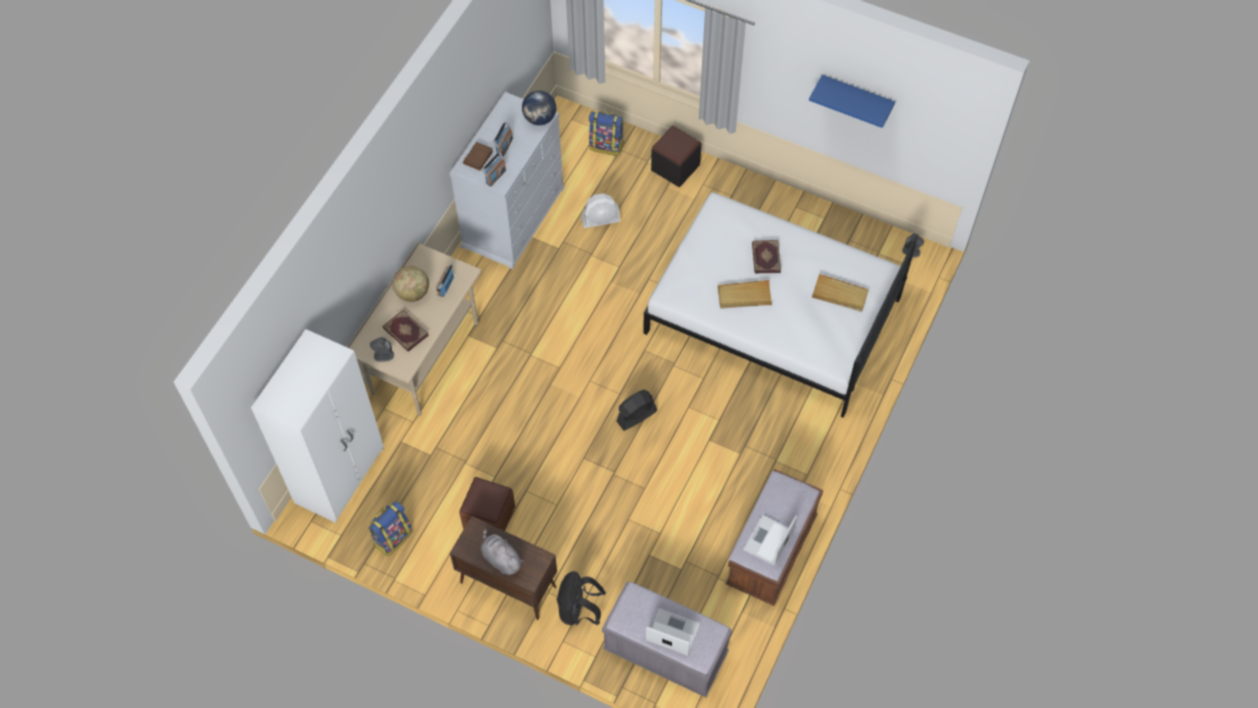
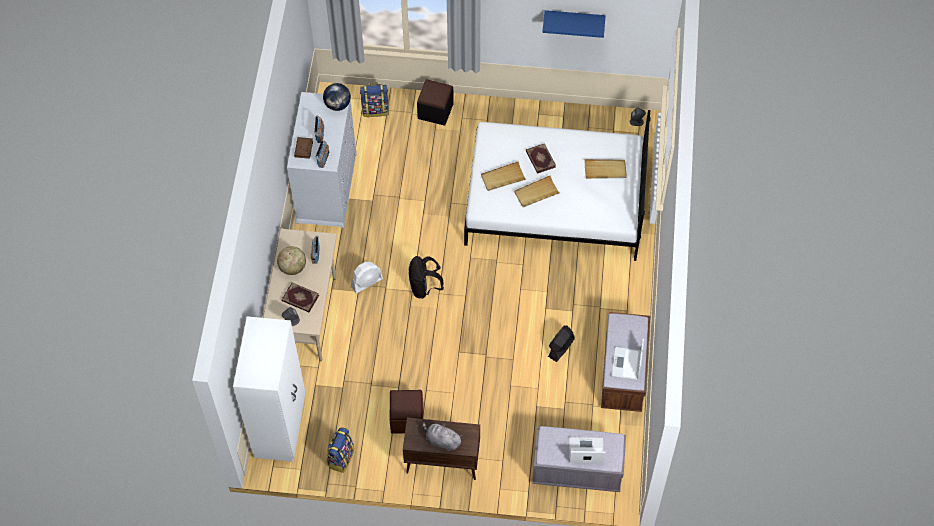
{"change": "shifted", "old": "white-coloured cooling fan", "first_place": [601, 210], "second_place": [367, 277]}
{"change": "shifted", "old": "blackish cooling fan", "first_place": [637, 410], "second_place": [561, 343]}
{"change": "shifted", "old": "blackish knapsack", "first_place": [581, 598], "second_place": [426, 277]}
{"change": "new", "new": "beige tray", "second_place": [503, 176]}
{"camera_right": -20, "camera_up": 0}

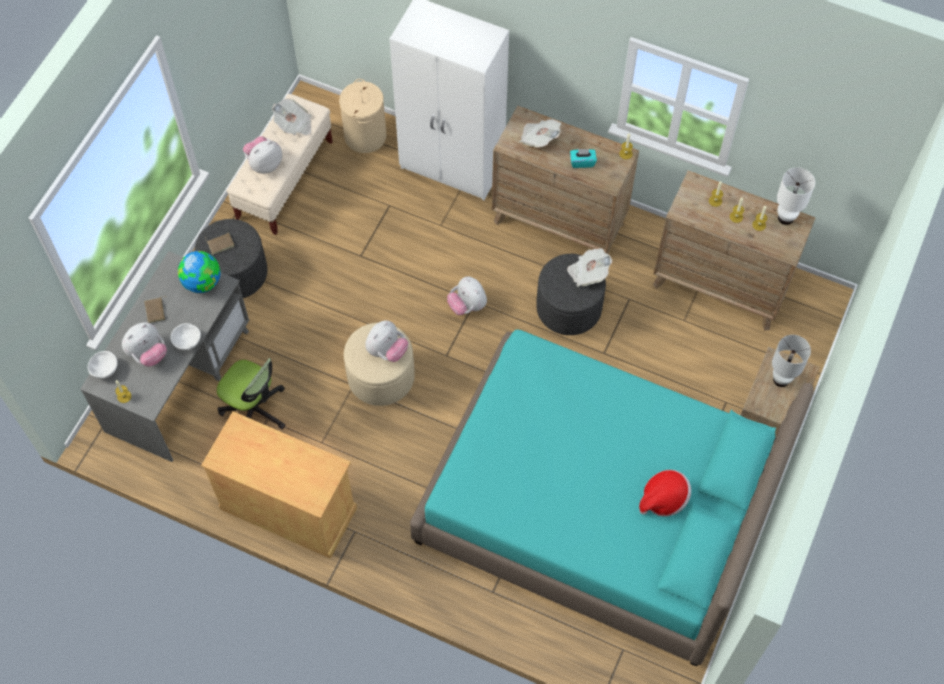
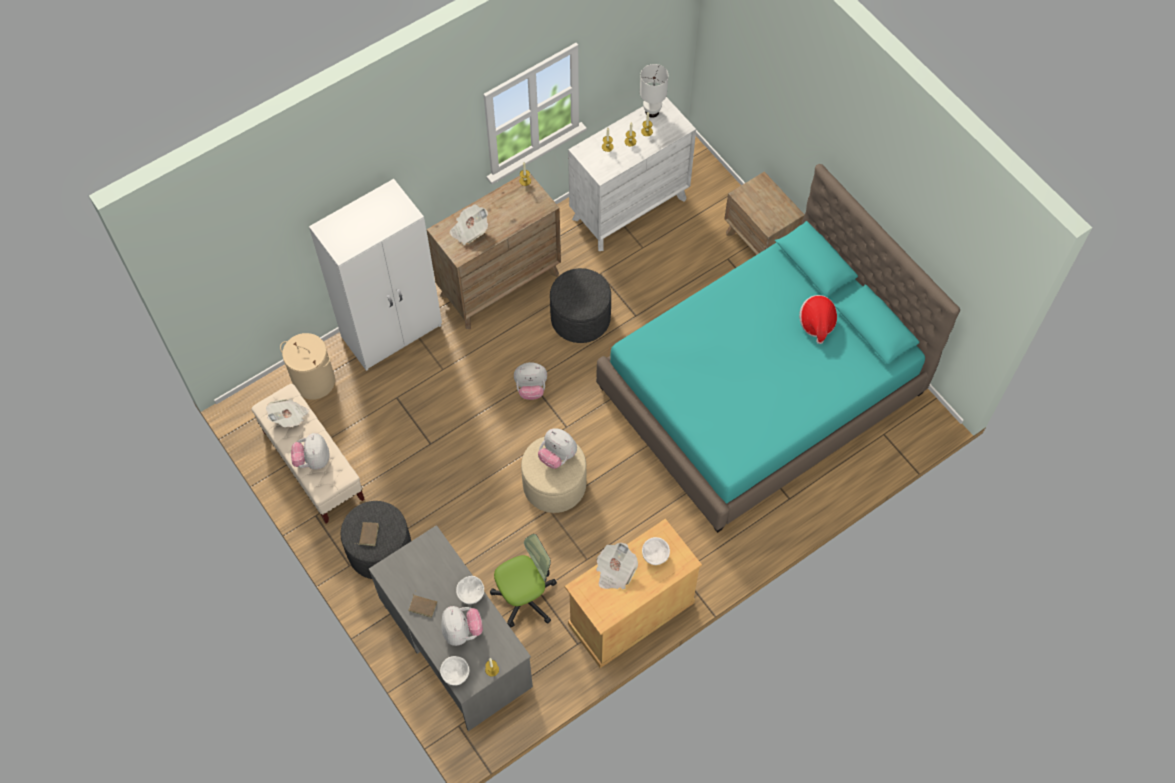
{"change": "gone", "old": "turquoise box of tissues", "first_place": [583, 158]}
{"change": "repainted", "old": "brownish chest of drawers", "new": "white-coloured chest of drawers", "first_place": [734, 250], "second_place": [632, 174]}
{"change": "shifted", "old": "printed paper", "first_place": [589, 267], "second_place": [617, 566]}
{"change": "gone", "old": "desk globe", "first_place": [199, 272]}
{"change": "rotated", "old": "plush toy", "first_place": [386, 341], "second_place": [557, 448], "degrees": 150}
{"change": "gone", "old": "white-coloured table lamp", "first_place": [791, 361]}
{"change": "new", "new": "white-coloured serving bowl", "second_place": [656, 551]}
{"camera_right": -60, "camera_up": 0}

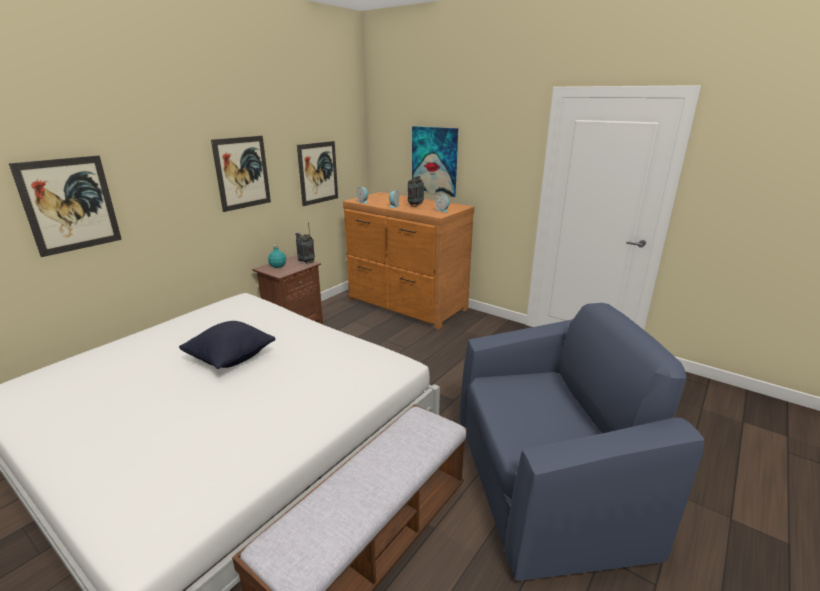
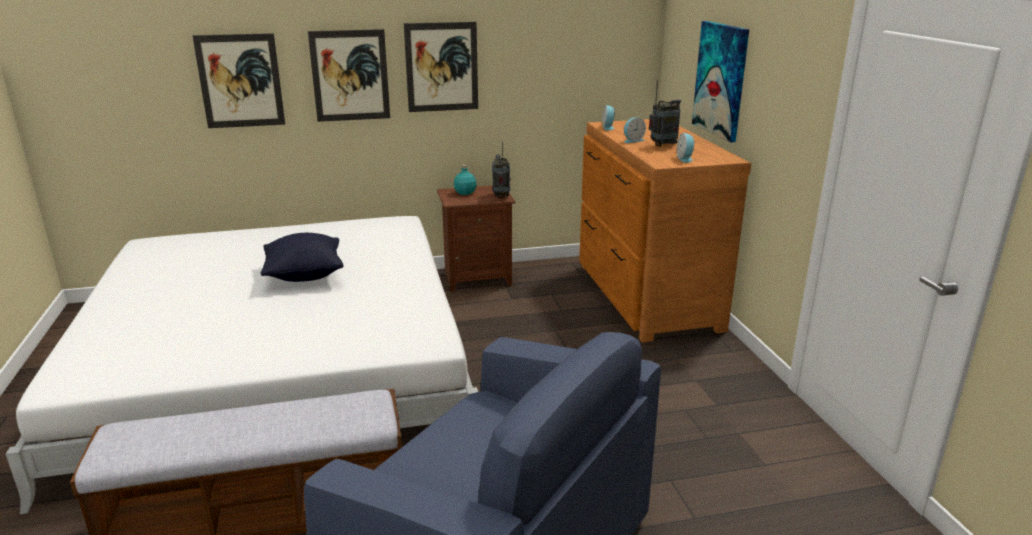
{"change": "shifted", "old": "wall picture", "first_place": [317, 173], "second_place": [349, 75]}
{"camera_right": 40, "camera_up": 0}

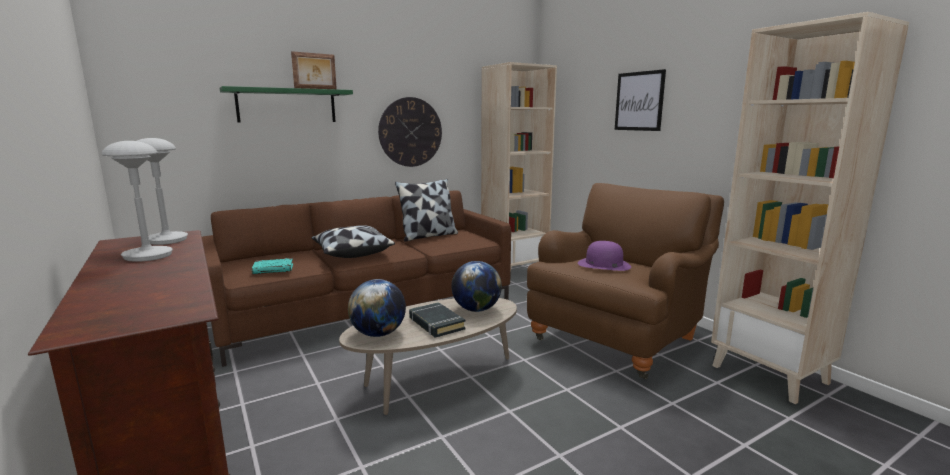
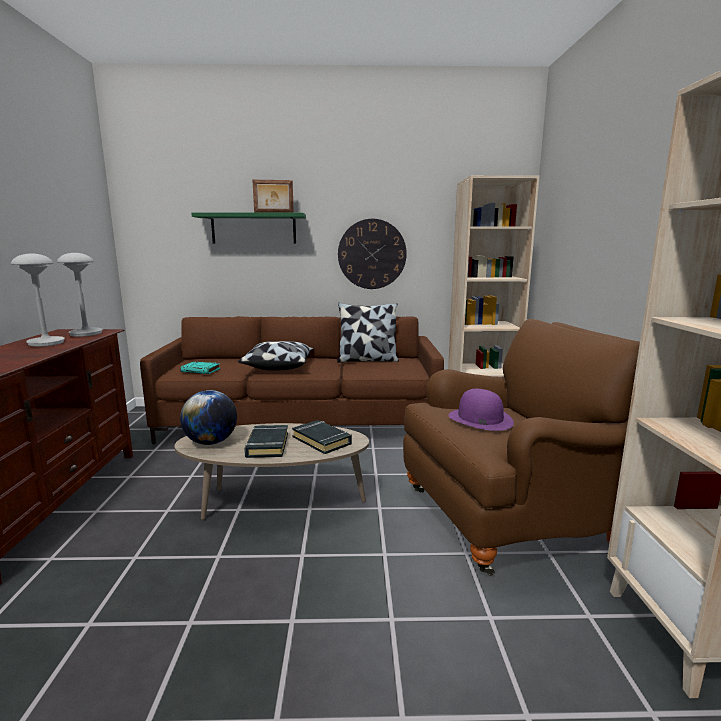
{"change": "gone", "old": "wall picture", "first_place": [640, 100]}
{"change": "swapped", "old": "desk globe", "new": "blackish book", "first_place": [476, 286], "second_place": [322, 437]}
{"camera_right": 30, "camera_up": 0}

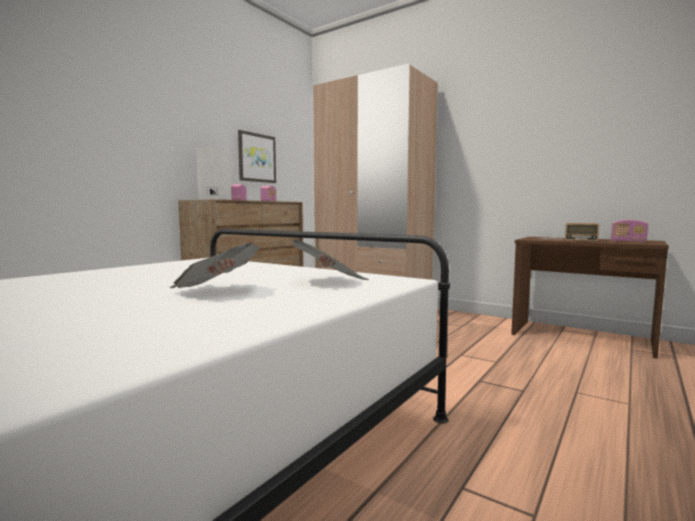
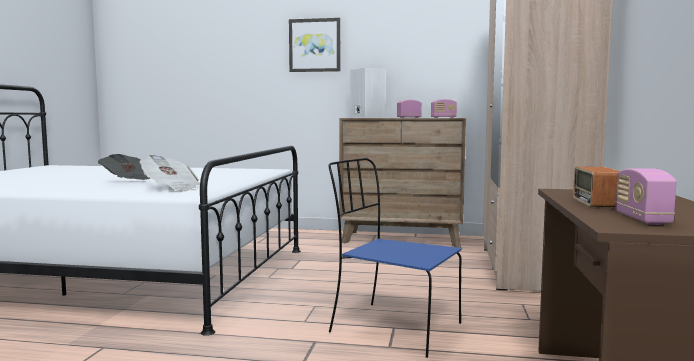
{"change": "shifted", "old": "wall picture", "first_place": [257, 156], "second_place": [314, 45]}
{"change": "new", "new": "blue chair", "second_place": [395, 258]}
{"camera_right": 65, "camera_up": 0}

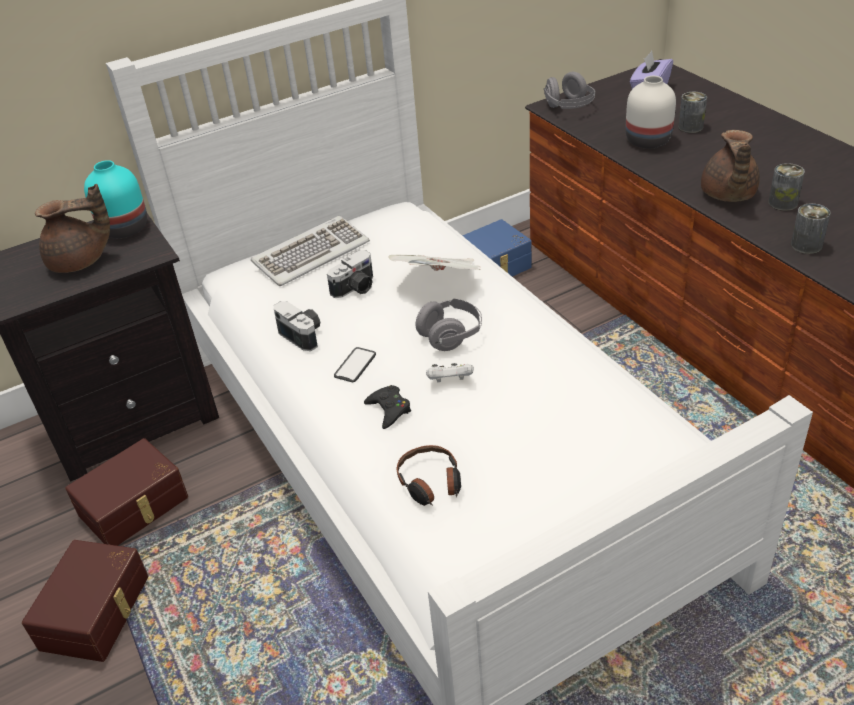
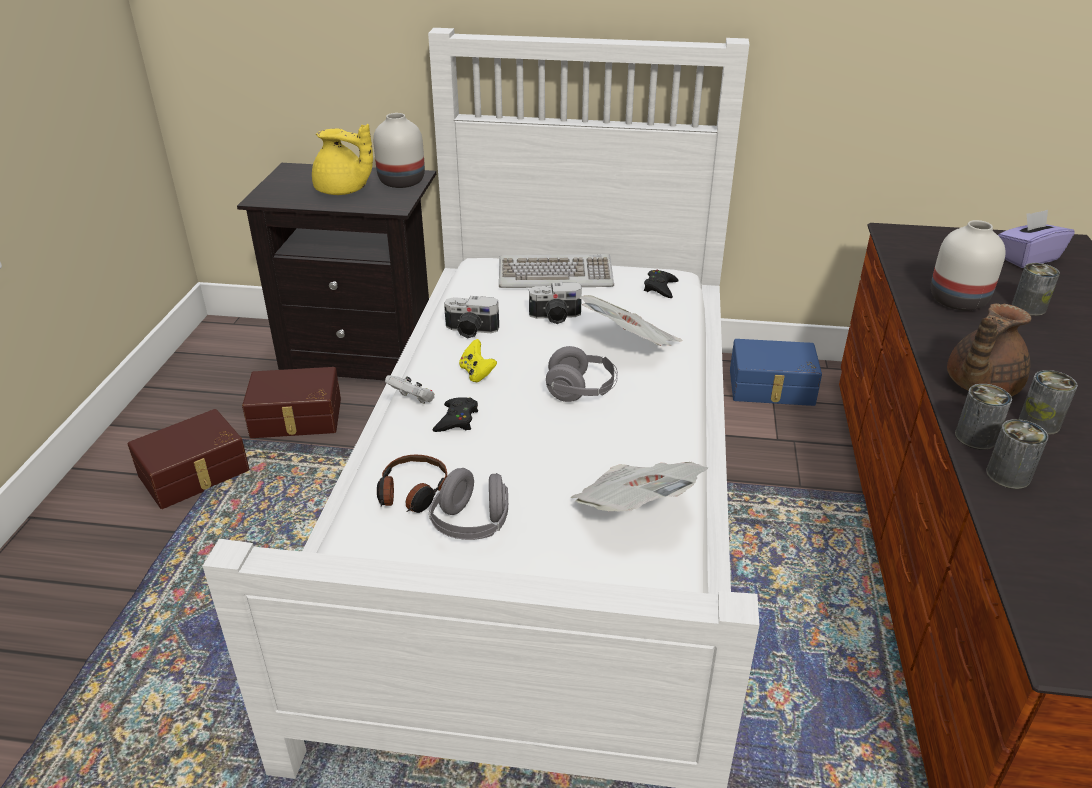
{"change": "shifted", "old": "grey headset", "first_place": [569, 90], "second_place": [468, 504]}
{"change": "repainted", "old": "turquoise vase", "new": "white-coloured vase", "first_place": [115, 199], "second_place": [399, 150]}
{"change": "repainted", "old": "brownish teapot", "new": "yellow-coloured teapot", "first_place": [72, 228], "second_place": [342, 159]}
{"change": "rotated", "old": "still camera", "first_place": [297, 326], "second_place": [471, 317], "degrees": 105}
{"change": "swapped", "old": "phone", "new": "yellow-coloured gamepad", "first_place": [355, 364], "second_place": [478, 360]}
{"change": "shifted", "old": "white-coloured gamepad", "first_place": [450, 372], "second_place": [410, 389]}
{"change": "new", "new": "blackish gamepad", "second_place": [661, 284]}
{"change": "new", "new": "metal can", "second_place": [983, 417]}
{"change": "new", "new": "printed paper", "second_place": [639, 486]}
{"camera_right": 35, "camera_up": -5}

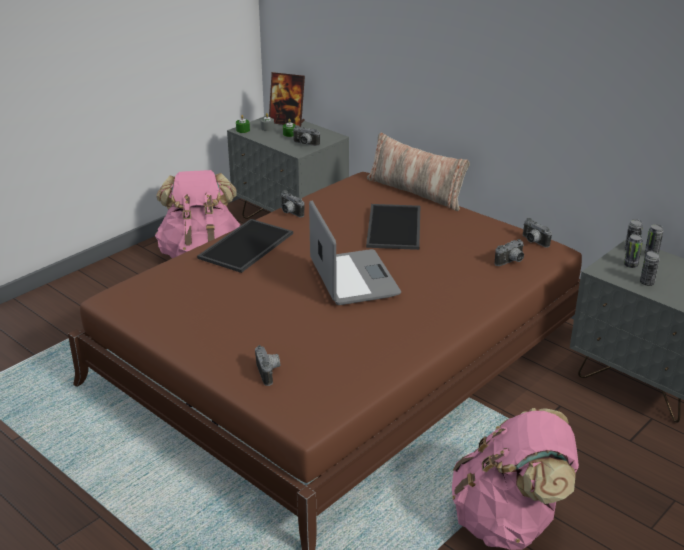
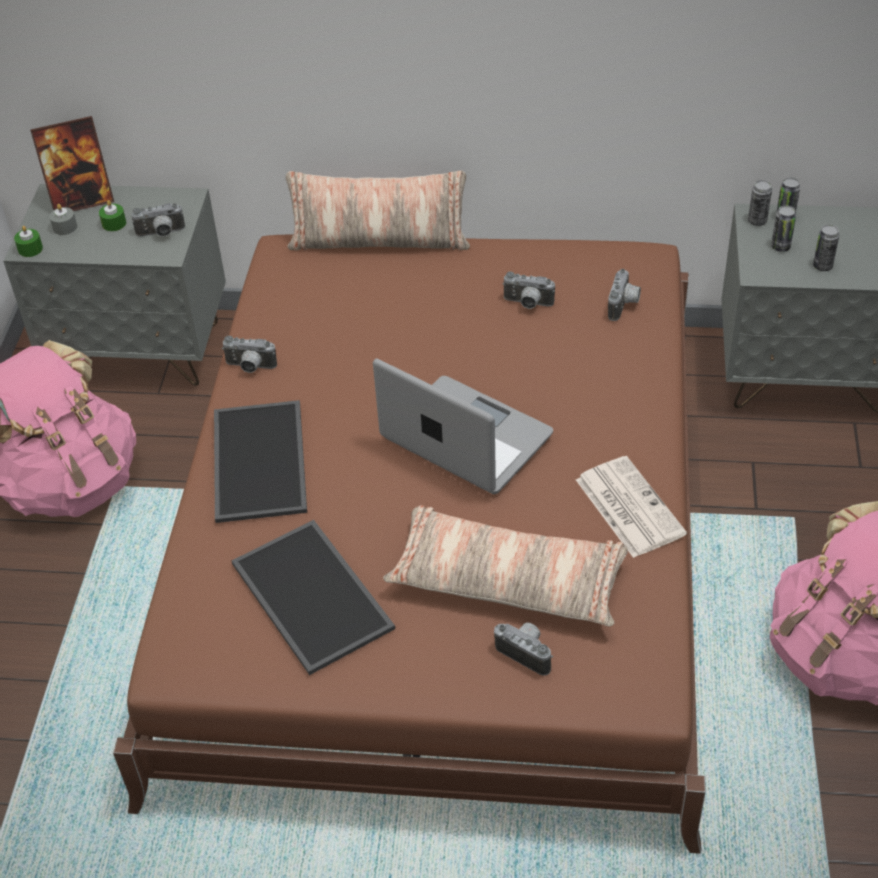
{"change": "shifted", "old": "tray", "first_place": [393, 227], "second_place": [313, 597]}
{"change": "shifted", "old": "still camera", "first_place": [537, 233], "second_place": [528, 290]}
{"change": "new", "new": "printed paper", "second_place": [631, 507]}
{"change": "new", "new": "cushion", "second_place": [505, 565]}
{"camera_right": -35, "camera_up": 15}

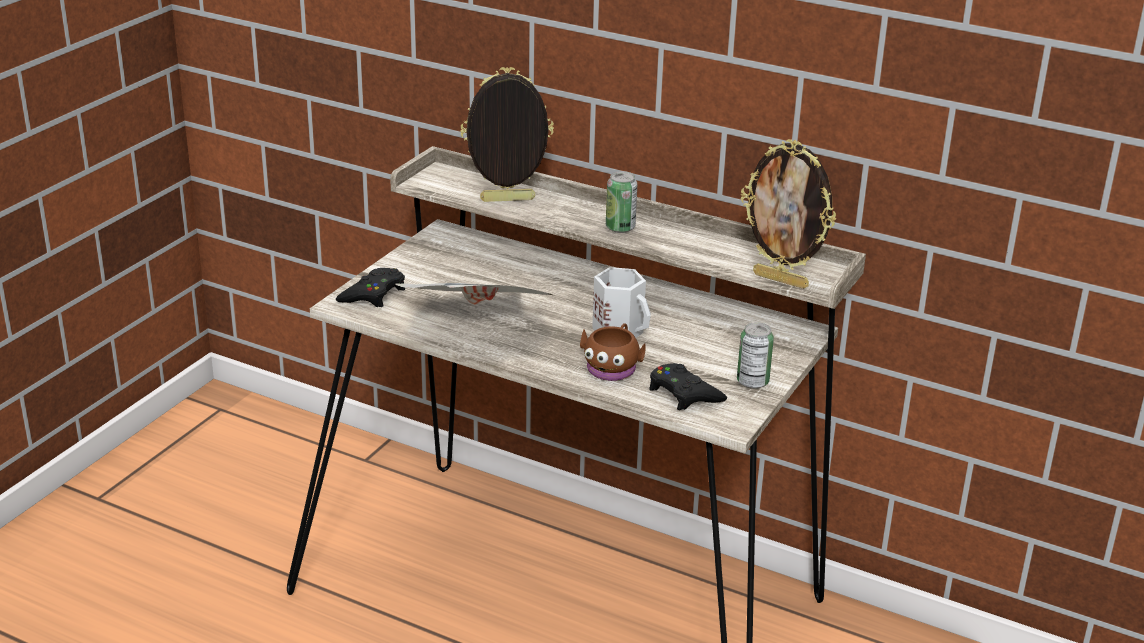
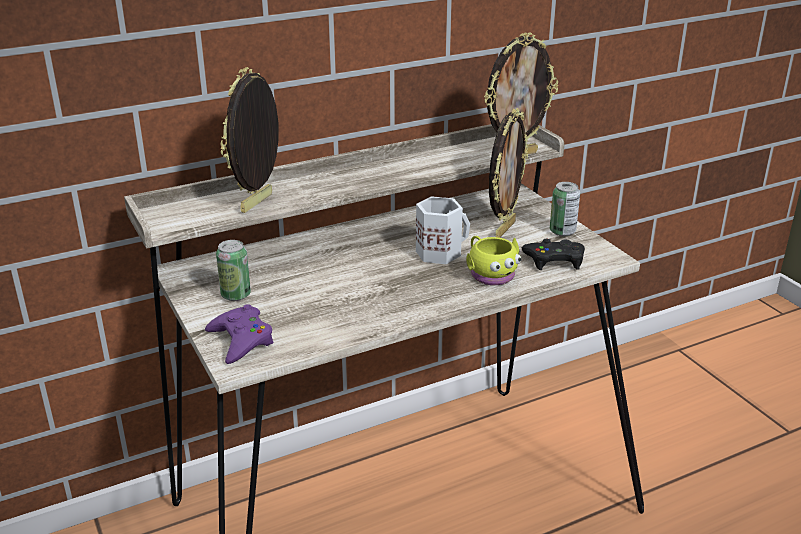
{"change": "shifted", "old": "metal can", "first_place": [621, 202], "second_place": [233, 270]}
{"change": "repainted", "old": "blackish gamepad", "new": "purplish gamepad", "first_place": [370, 287], "second_place": [239, 334]}
{"change": "gone", "old": "printed paper", "first_place": [474, 294]}
{"change": "repainted", "old": "brownish tea mug", "new": "yellow-coloured tea mug", "first_place": [613, 352], "second_place": [494, 260]}
{"change": "new", "new": "picture frame", "second_place": [508, 173]}
{"camera_right": -55, "camera_up": 0}

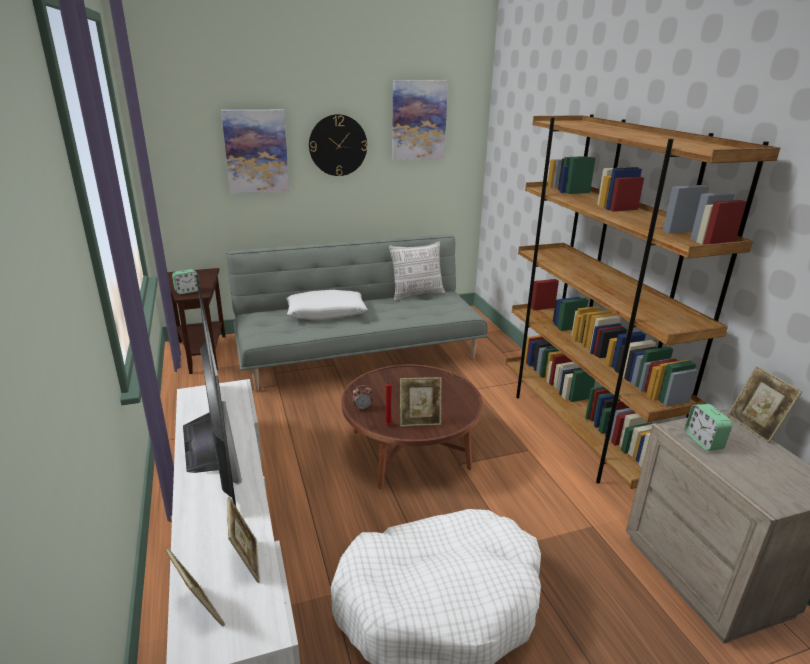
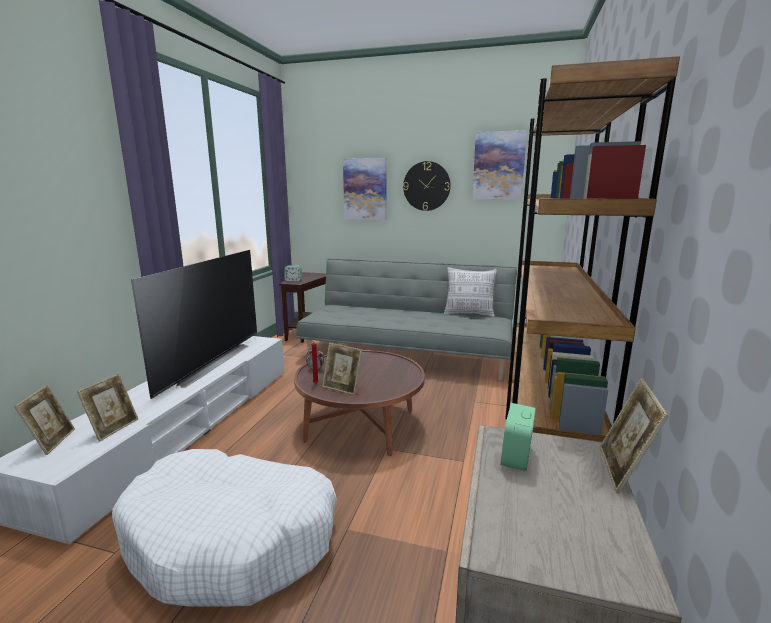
{"change": "gone", "old": "white-coloured cushion", "first_place": [326, 305]}
{"camera_right": 35, "camera_up": -10}

